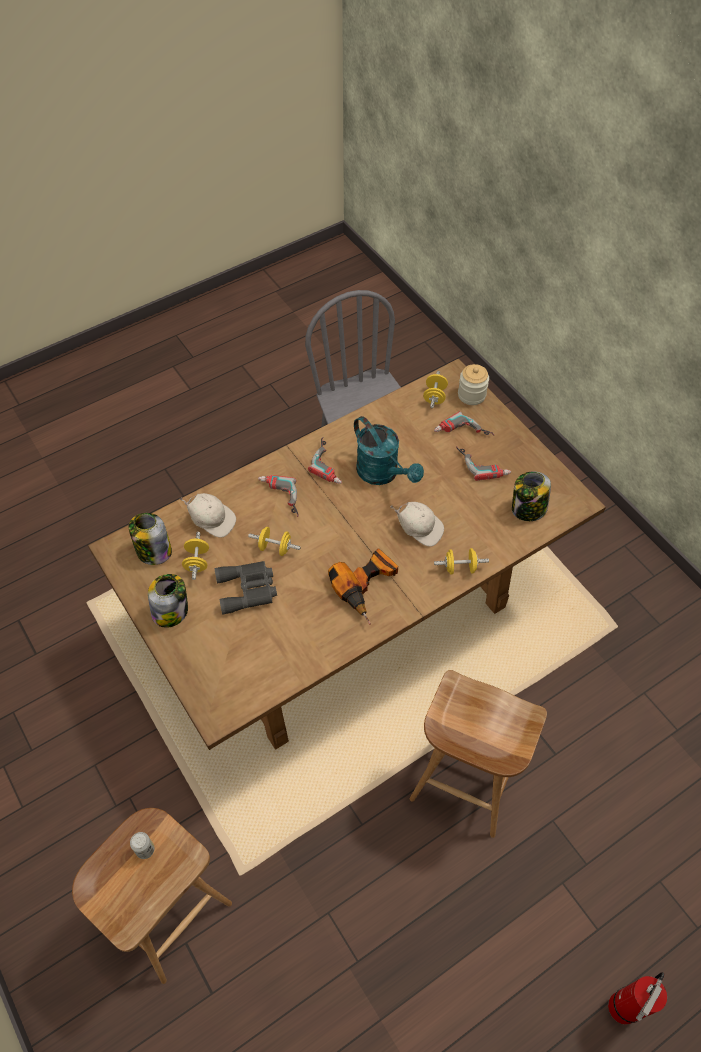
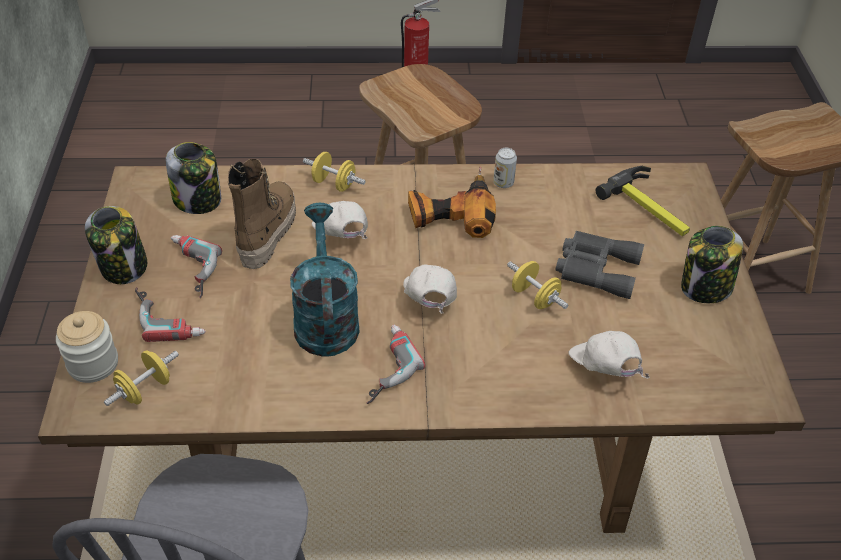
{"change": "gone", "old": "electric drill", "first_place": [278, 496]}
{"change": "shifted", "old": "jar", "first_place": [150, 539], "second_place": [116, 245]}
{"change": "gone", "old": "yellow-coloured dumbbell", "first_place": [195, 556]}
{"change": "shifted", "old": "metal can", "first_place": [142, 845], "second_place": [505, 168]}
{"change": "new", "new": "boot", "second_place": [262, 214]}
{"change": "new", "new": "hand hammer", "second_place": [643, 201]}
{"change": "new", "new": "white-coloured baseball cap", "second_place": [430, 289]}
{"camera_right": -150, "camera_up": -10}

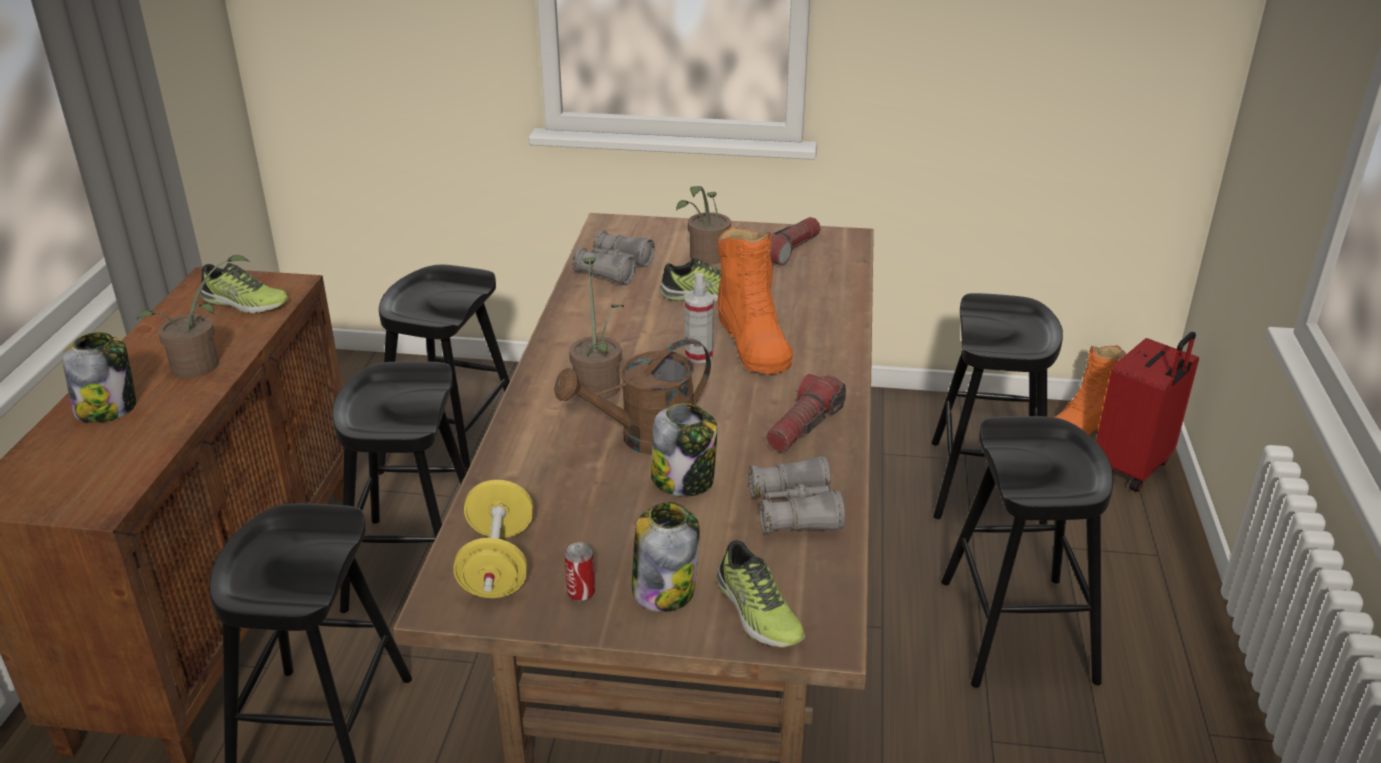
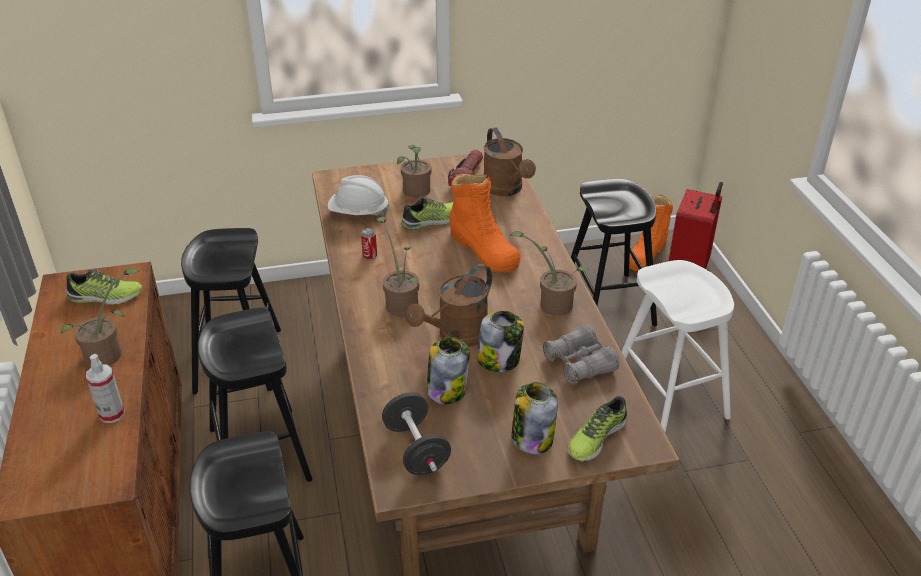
{"change": "swapped", "old": "grey field glasses", "new": "white-coloured safety helmet", "first_place": [613, 258], "second_place": [358, 195]}
{"change": "shifted", "old": "hand sprayer", "first_place": [699, 318], "second_place": [105, 388]}
{"change": "shifted", "old": "jar", "first_place": [99, 377], "second_place": [448, 370]}
{"change": "swapped", "old": "flashlight", "new": "plant in a pot", "first_place": [806, 413], "second_place": [549, 273]}
{"change": "repainted", "old": "blackish sitting stool", "new": "white-coloured sitting stool", "first_place": [1027, 552], "second_place": [677, 346]}
{"change": "repainted", "old": "yellow-coloured dumbbell", "new": "blackish dumbbell", "first_place": [493, 539], "second_place": [416, 433]}
{"change": "rotated", "old": "item of footwear", "first_place": [761, 593], "second_place": [598, 428], "degrees": 90}
{"change": "shifted", "old": "metal can", "first_place": [580, 572], "second_place": [369, 244]}
{"change": "new", "new": "brownish watering pot", "second_place": [510, 161]}
{"camera_right": -20, "camera_up": 5}

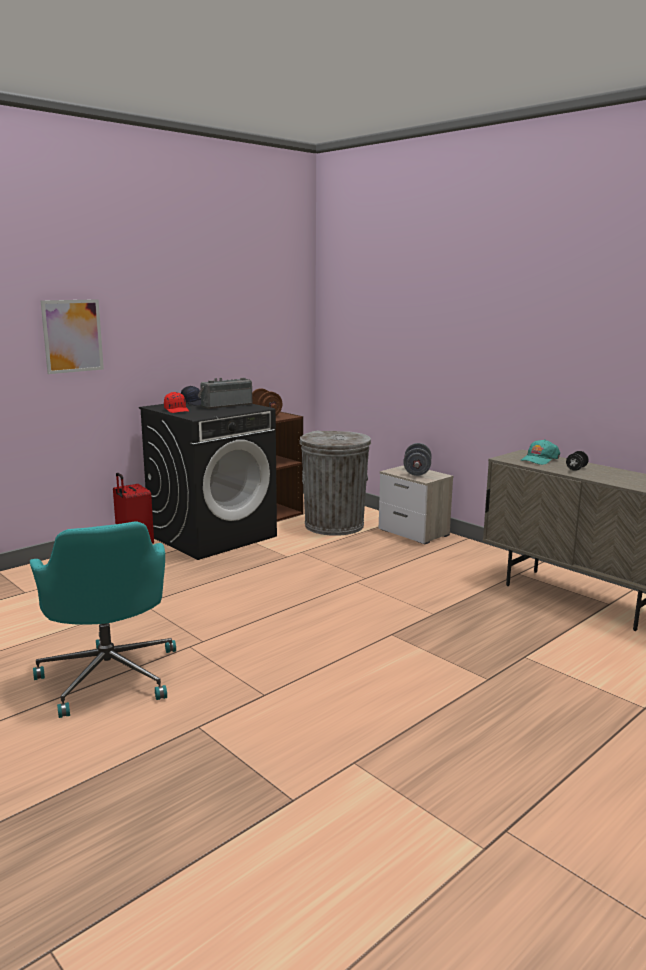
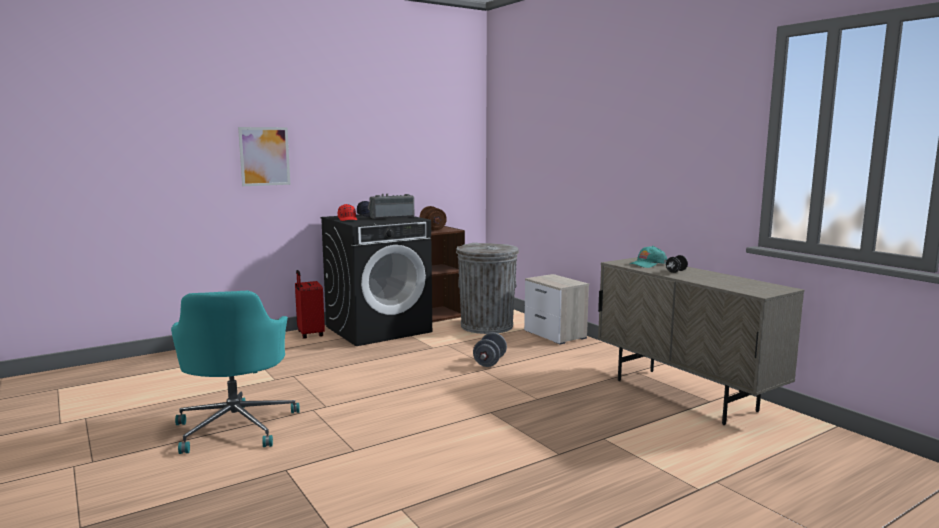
{"change": "shifted", "old": "grey dumbbell", "first_place": [417, 459], "second_place": [490, 349]}
{"camera_right": 10, "camera_up": -5}

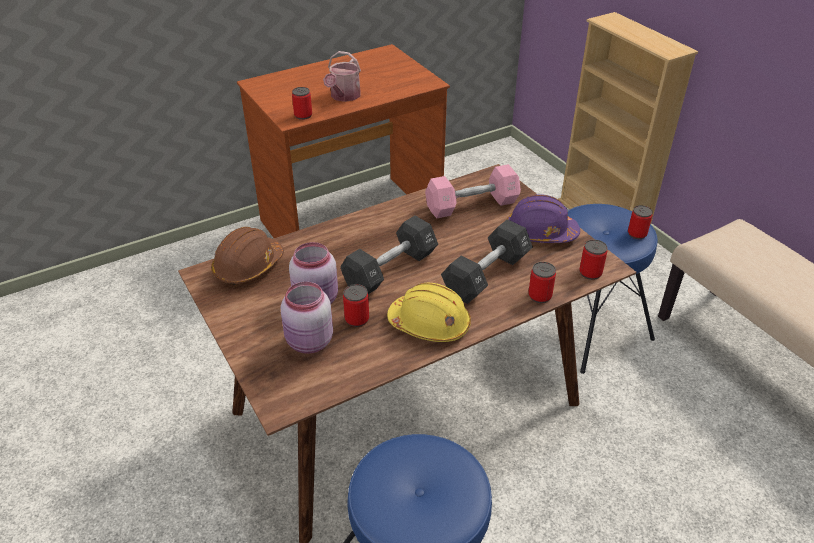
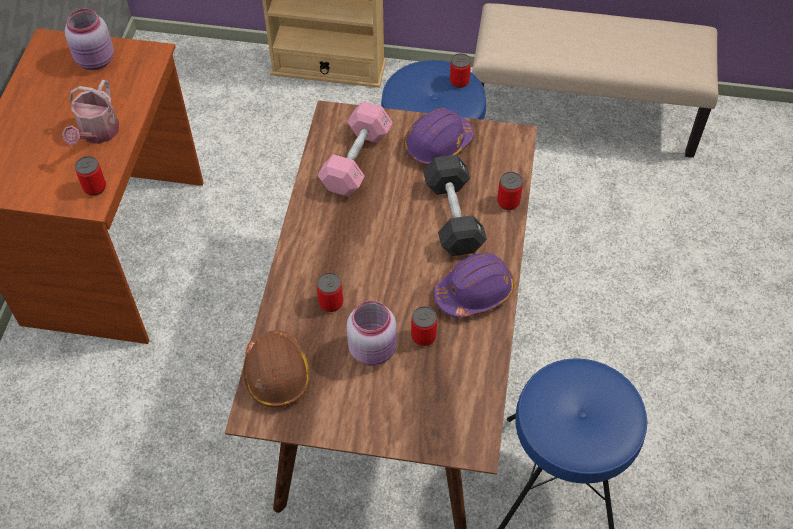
{"change": "rotated", "old": "watering pot", "first_place": [342, 76], "second_place": [90, 113], "degrees": 45}
{"change": "gone", "old": "blackish dumbbell", "first_place": [389, 255]}
{"change": "shifted", "old": "metal can", "first_place": [593, 260], "second_place": [330, 292]}
{"change": "shifted", "old": "pinkish jar", "first_place": [307, 318], "second_place": [89, 39]}
{"change": "repainted", "old": "yellow-coloured safety helmet", "new": "purplish safety helmet", "first_place": [429, 312], "second_place": [474, 285]}
{"camera_right": -50, "camera_up": 15}

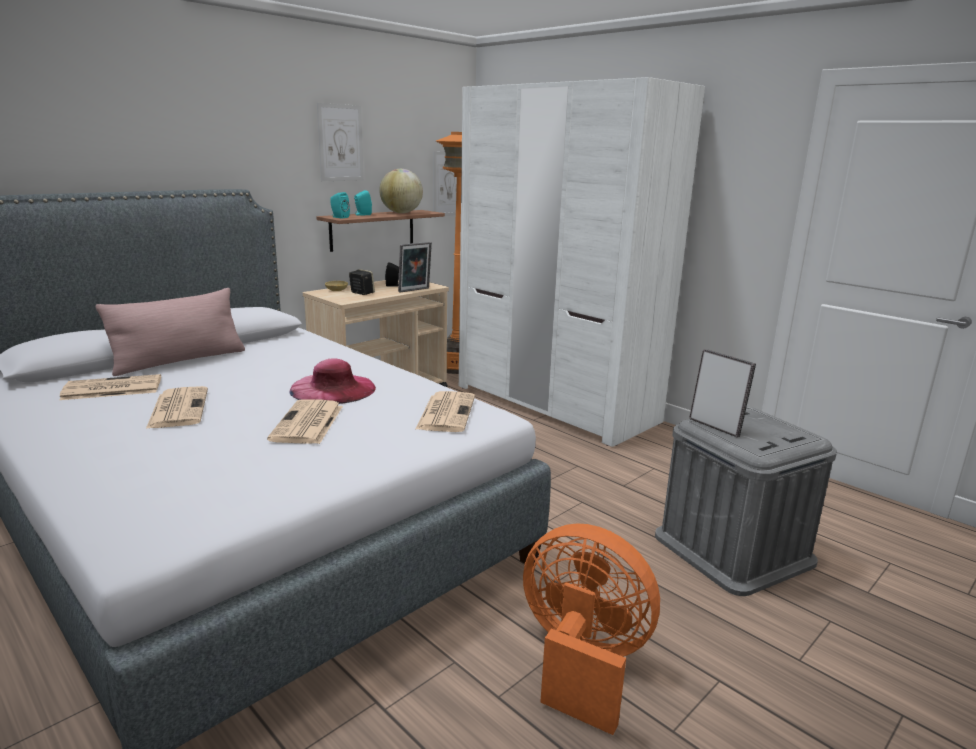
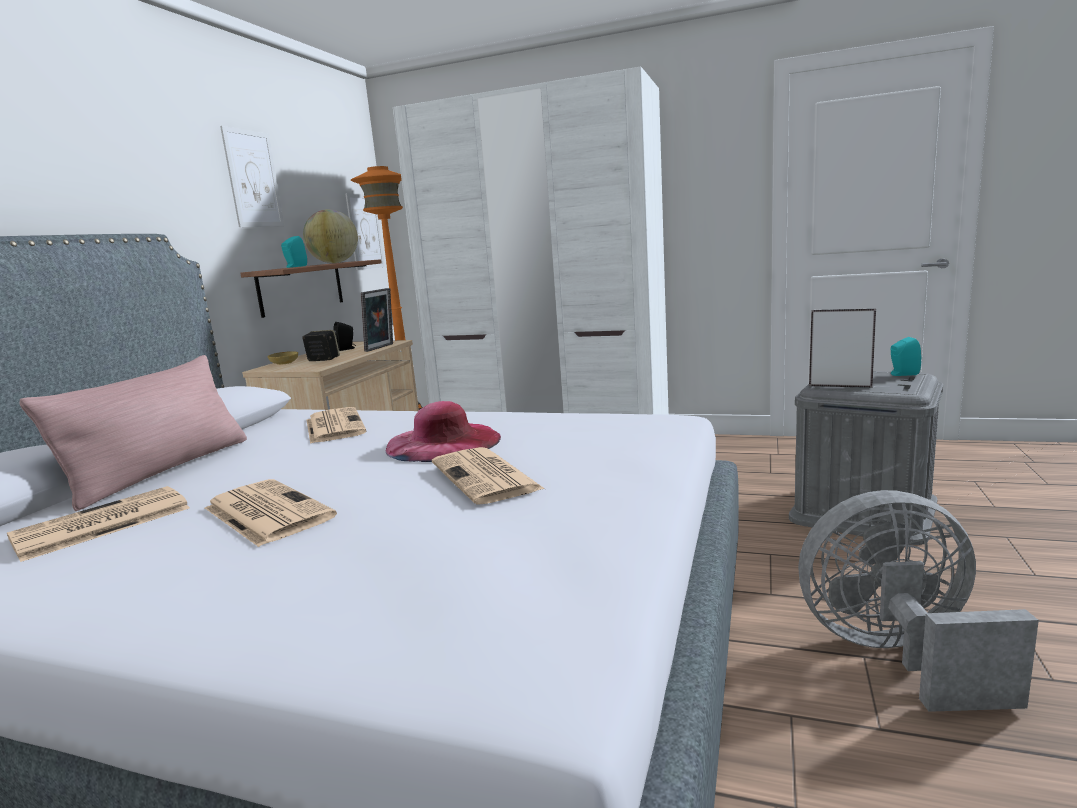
{"change": "shifted", "old": "turquoise audio speaker", "first_place": [340, 205], "second_place": [906, 356]}
{"change": "shifted", "old": "printed paper", "first_place": [445, 411], "second_place": [336, 425]}
{"change": "repainted", "old": "orange-coloured cooling fan", "new": "grey cooling fan", "first_place": [591, 629], "second_place": [918, 601]}
{"camera_right": -25, "camera_up": -5}

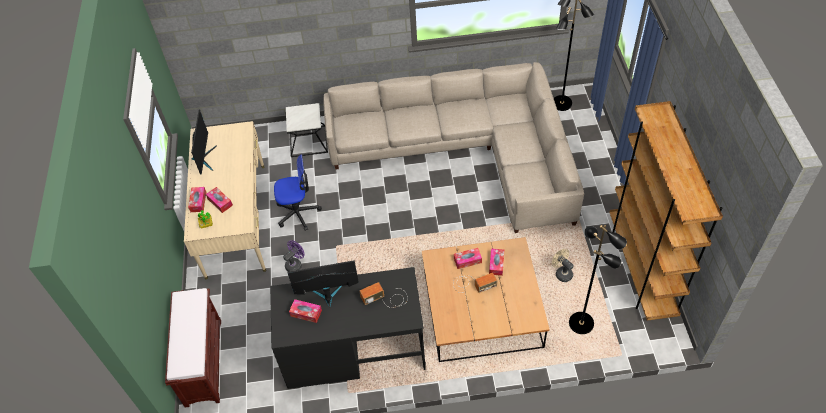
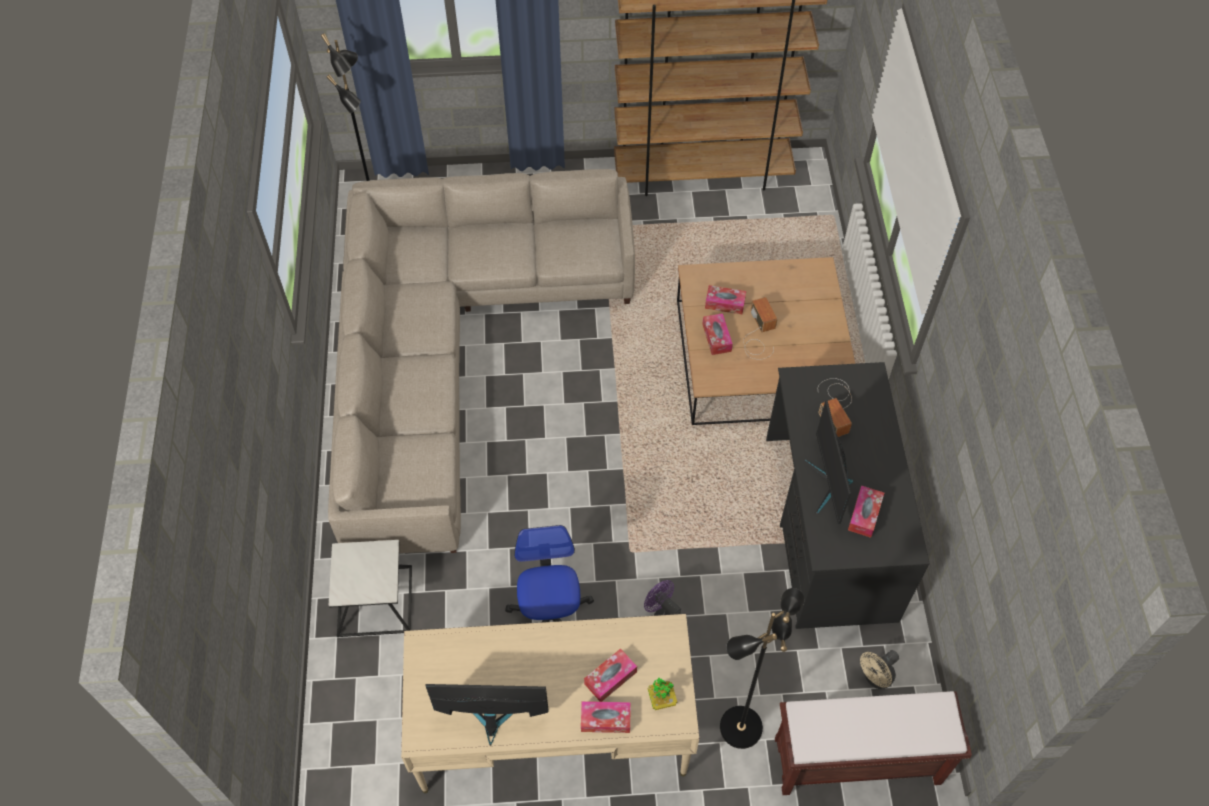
{"change": "shifted", "old": "blackish standard lamp", "first_place": [598, 279], "second_place": [762, 668]}
{"change": "shifted", "old": "beige cooling fan", "first_place": [562, 265], "second_place": [879, 669]}
{"camera_right": -90, "camera_up": 5}

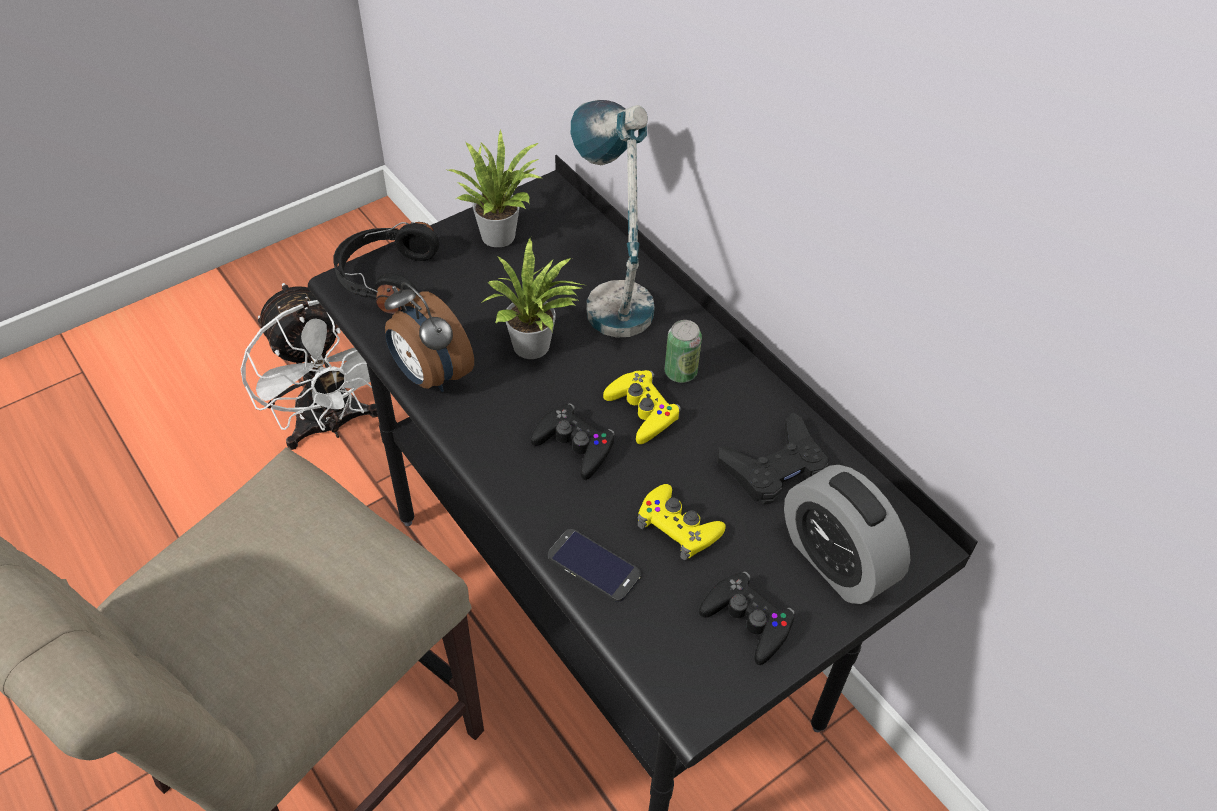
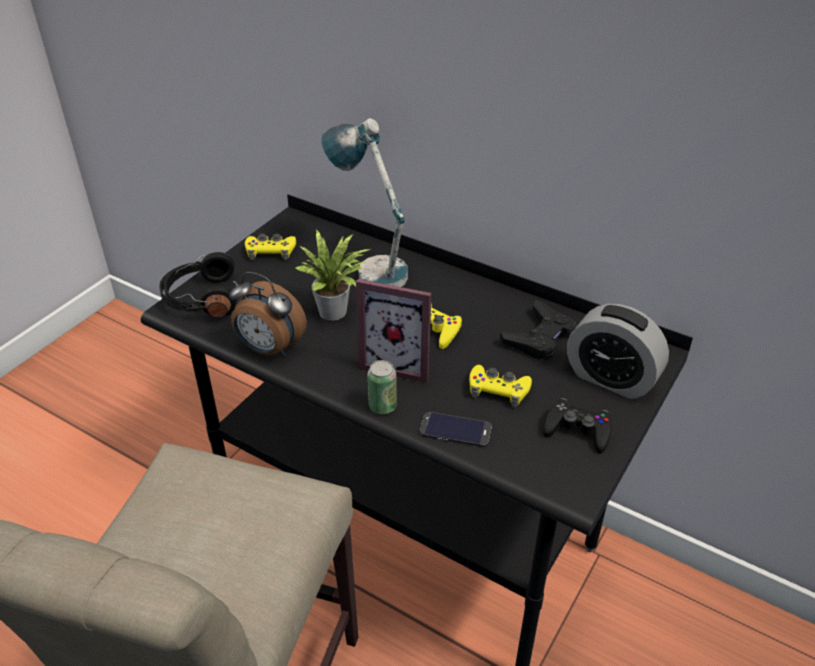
{"change": "swapped", "old": "plant in a pot", "new": "yellow-coloured gamepad", "first_place": [494, 188], "second_place": [270, 246]}
{"change": "gone", "old": "white-coloured cooling fan", "first_place": [309, 366]}
{"change": "shifted", "old": "metal can", "first_place": [683, 351], "second_place": [382, 387]}
{"change": "swapped", "old": "blackish gamepad", "new": "picture frame", "first_place": [573, 441], "second_place": [393, 331]}
{"camera_right": -20, "camera_up": -10}

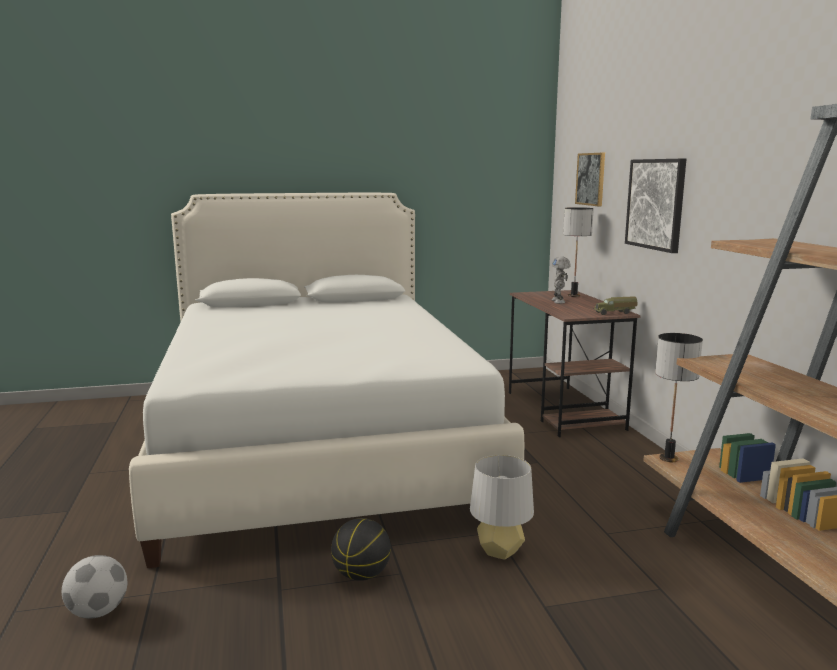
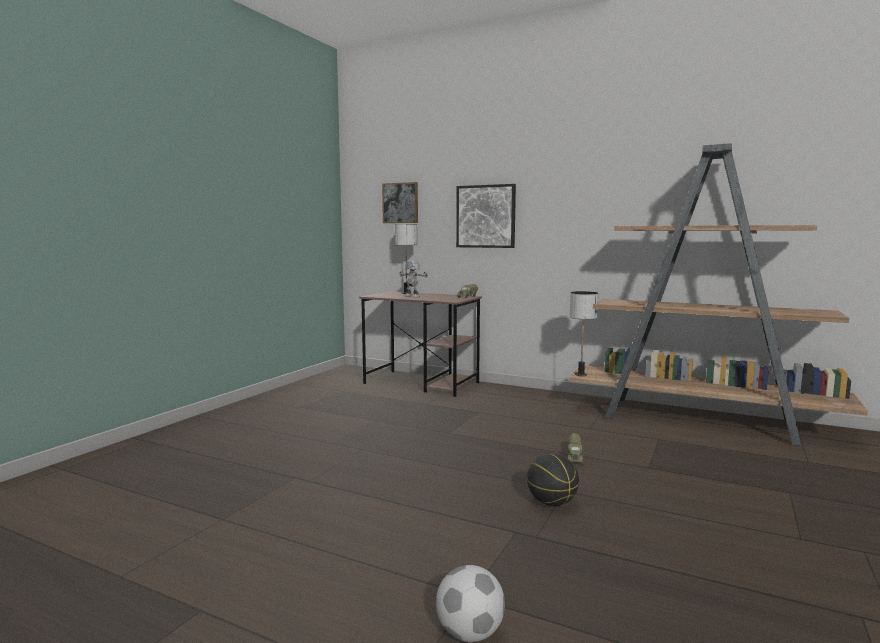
{"change": "gone", "old": "white-coloured sleeping bed", "first_place": [326, 380]}
{"change": "swapped", "old": "grey table lamp", "new": "toy truck", "first_place": [502, 507], "second_place": [576, 448]}
{"camera_right": -50, "camera_up": -5}

